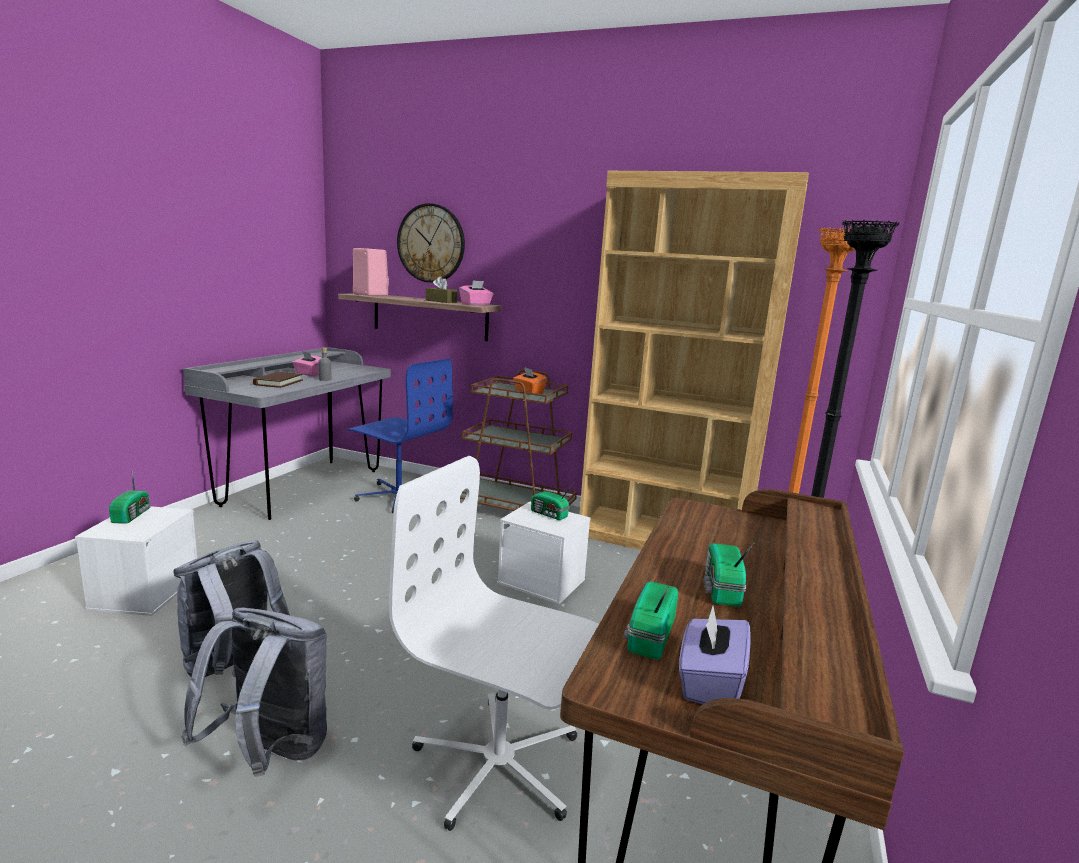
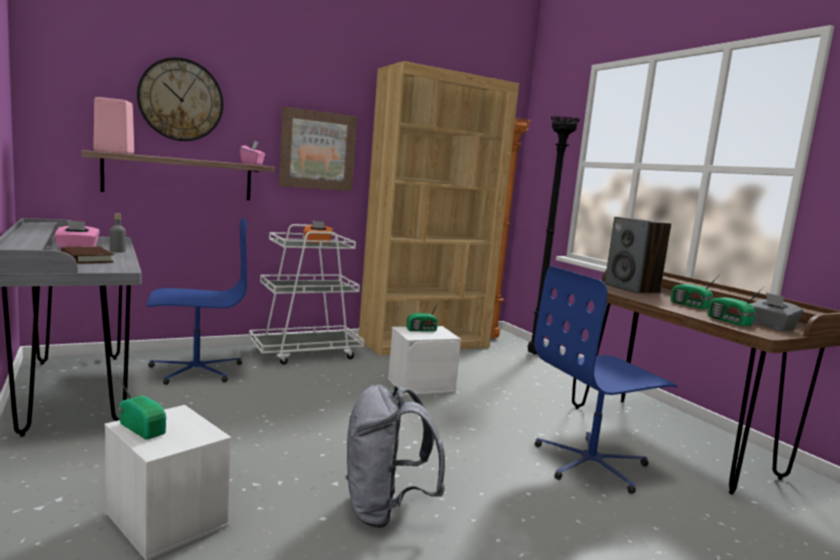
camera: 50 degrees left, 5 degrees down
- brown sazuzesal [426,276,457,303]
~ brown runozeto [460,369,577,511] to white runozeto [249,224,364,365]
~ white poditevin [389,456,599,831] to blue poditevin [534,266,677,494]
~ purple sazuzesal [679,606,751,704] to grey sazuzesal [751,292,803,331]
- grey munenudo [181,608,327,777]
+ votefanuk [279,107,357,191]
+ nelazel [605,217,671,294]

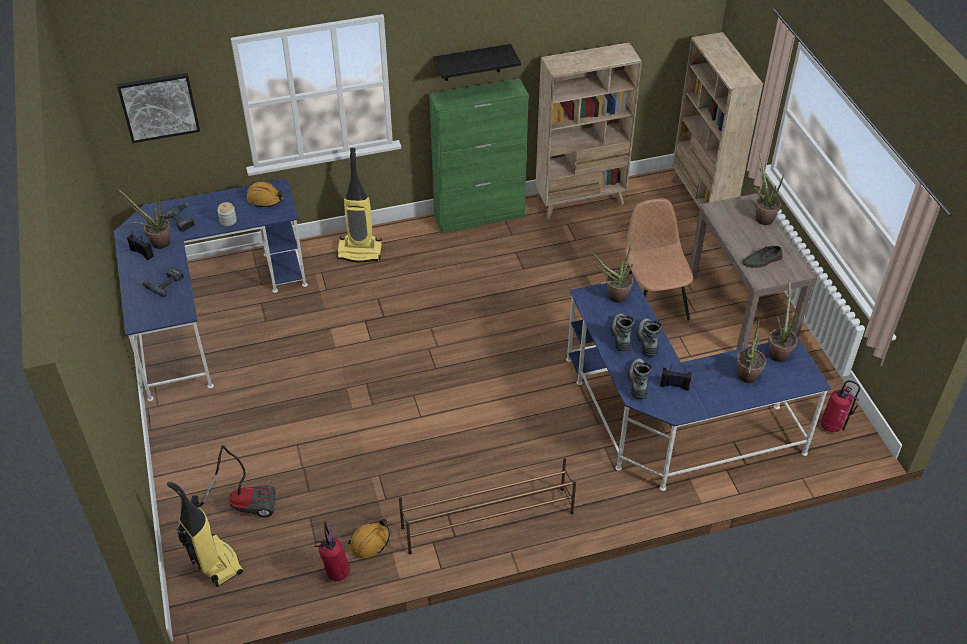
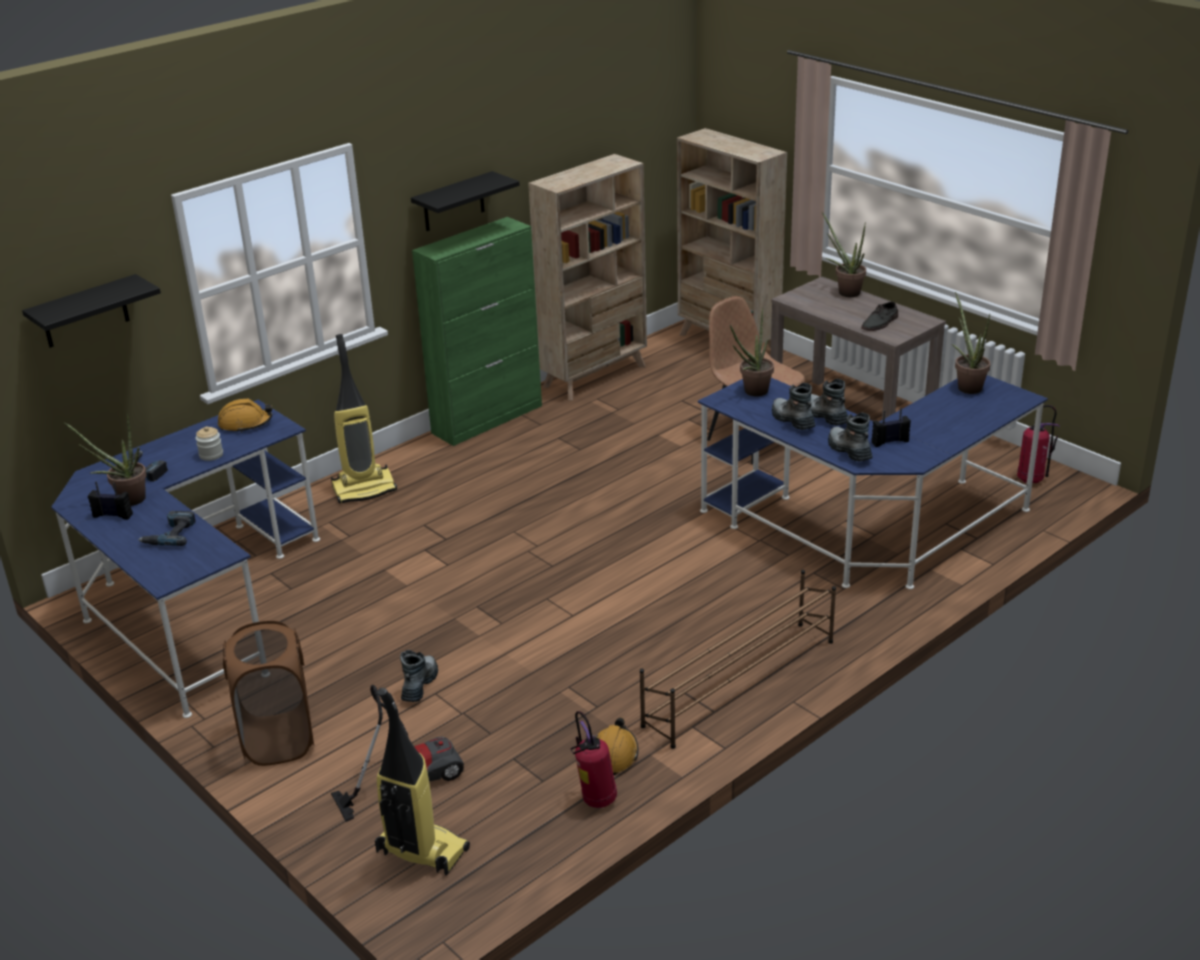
camera: 25 degrees left, 15 degrees down
~ votefanuk [117,73,200,143] to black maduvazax [22,274,161,348]
- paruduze [737,318,766,383]
+ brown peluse [223,621,314,766]
+ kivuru [400,650,438,702]

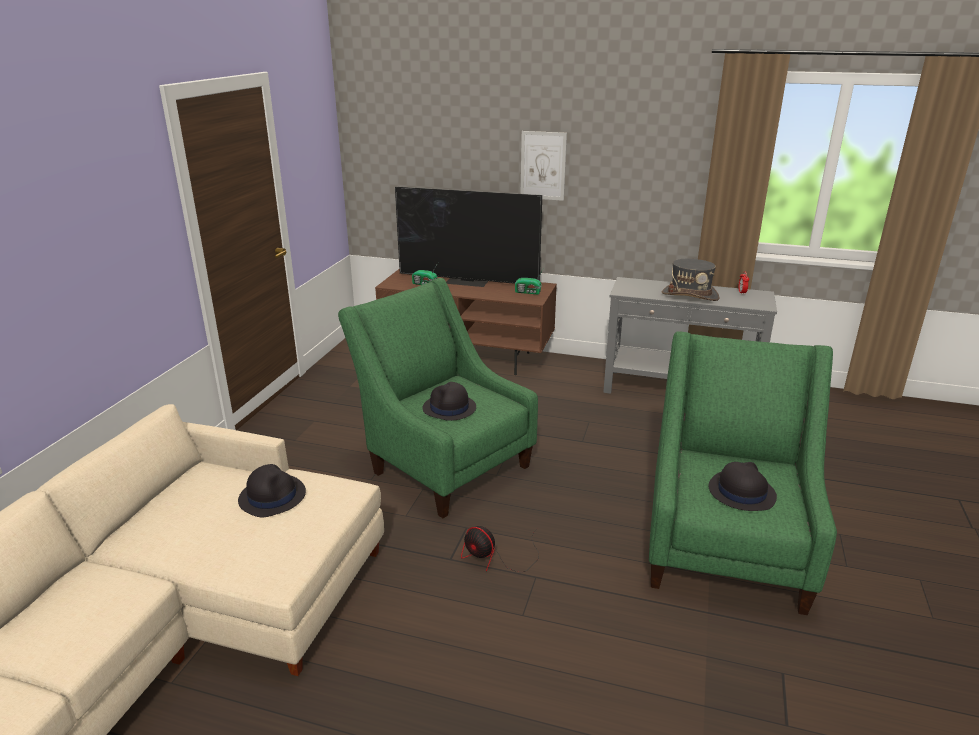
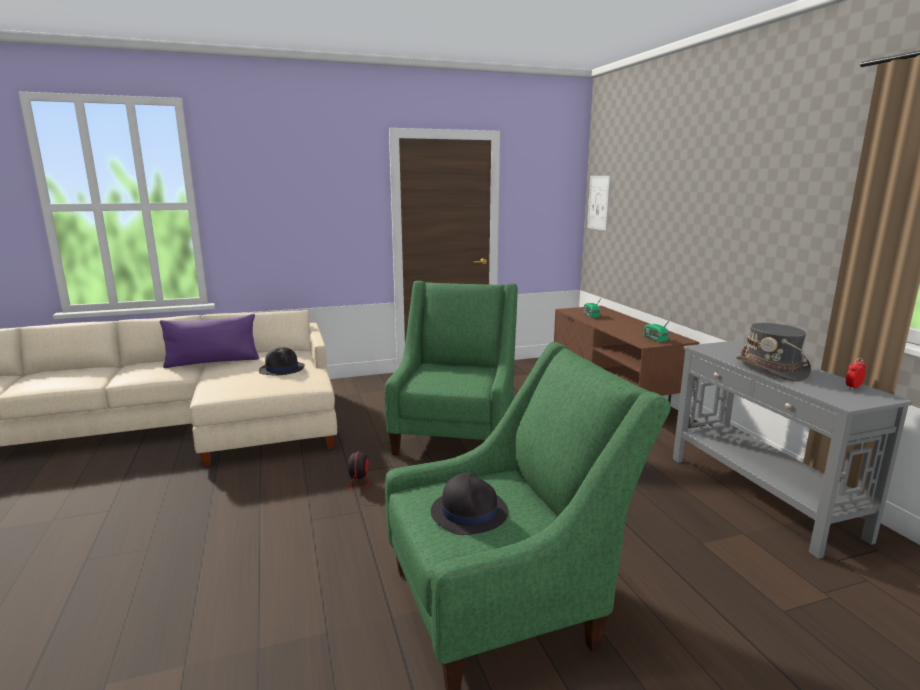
camera: 55 degrees right, 10 degrees down
~ votefanuk [520,131,567,201] to [587,176,611,231]
- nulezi [395,186,542,287]
- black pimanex [423,382,476,421]
+ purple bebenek [160,314,259,368]

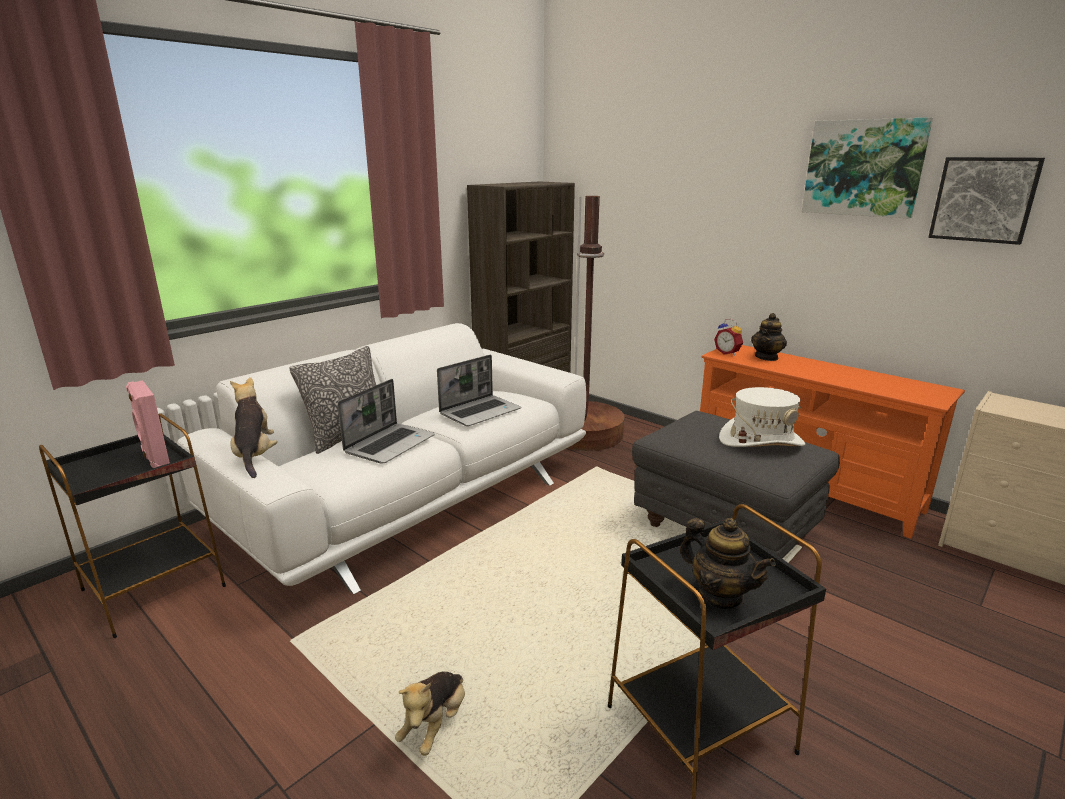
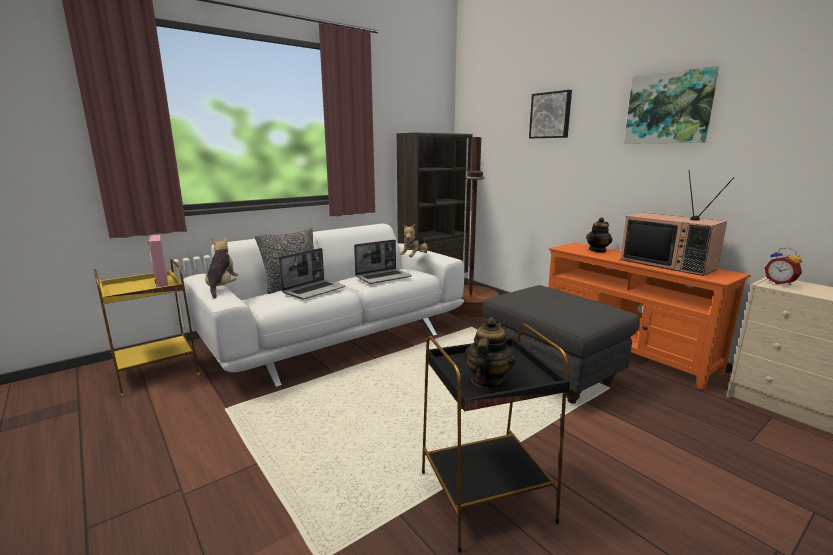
camera: 10 degrees right, 5 degrees down
~ votefanuk [928,157,1045,245] to [529,90,572,138]
~ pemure [714,319,743,356] to [765,248,802,286]
- white pimanex [719,387,805,447]
~ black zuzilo [39,413,226,638] to yellow zuzilo [94,259,199,396]
~ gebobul [680,518,776,609] = [465,317,516,388] 120 degrees counterclockwise
~ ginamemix [395,672,465,755] to [400,224,428,257]
+ nulezi [620,170,734,276]

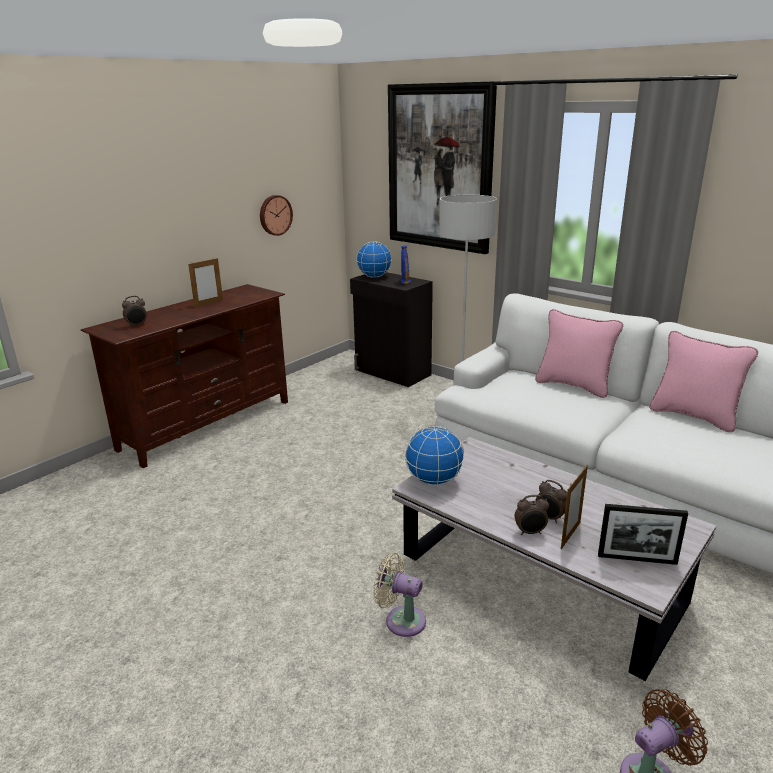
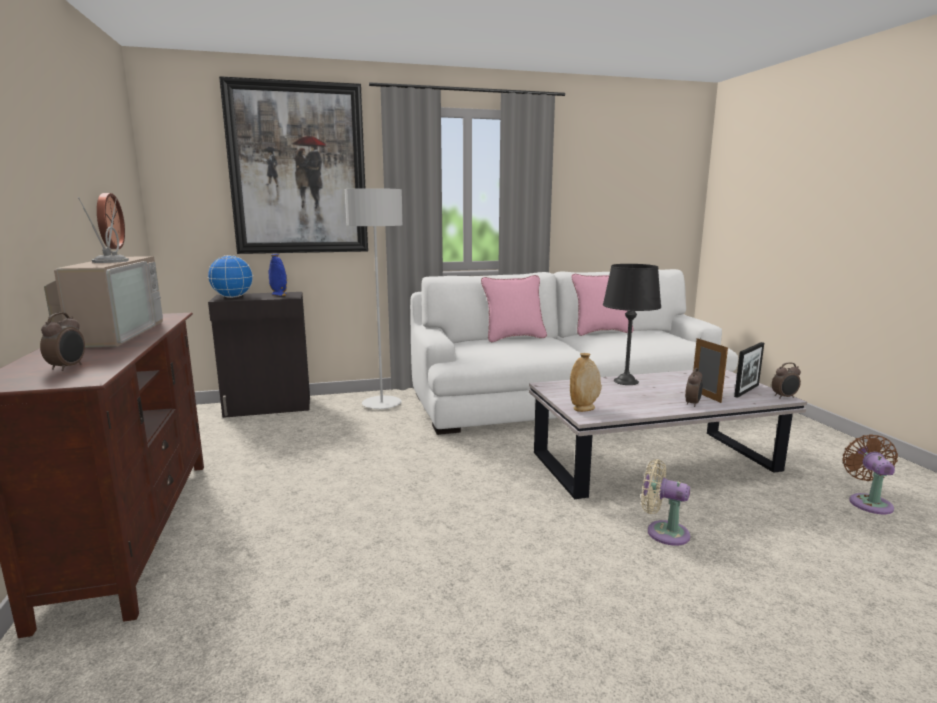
camera: 55 degrees left, 10 degrees down
~ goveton [188,258,223,307] to nulezi [44,197,163,348]
~ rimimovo [405,426,464,486] to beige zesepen [570,353,602,412]
~ pemure [535,480,567,523] to [772,362,801,399]
~ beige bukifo [373,553,426,637] = [641,459,690,546] 60 degrees clockwise
+ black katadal [603,264,661,385]

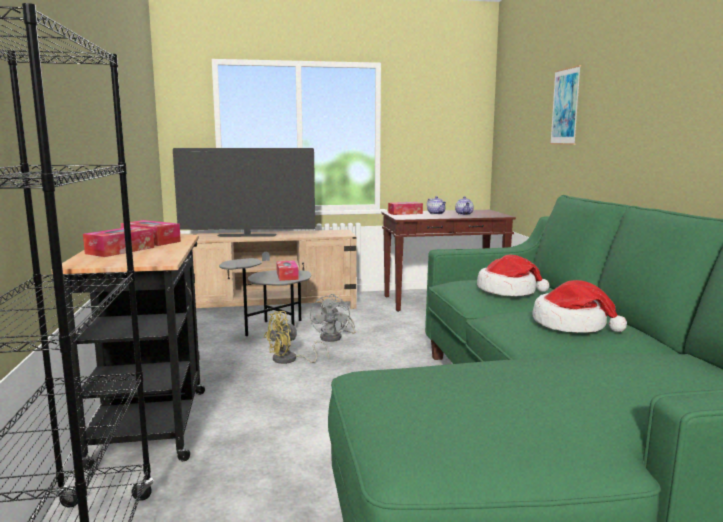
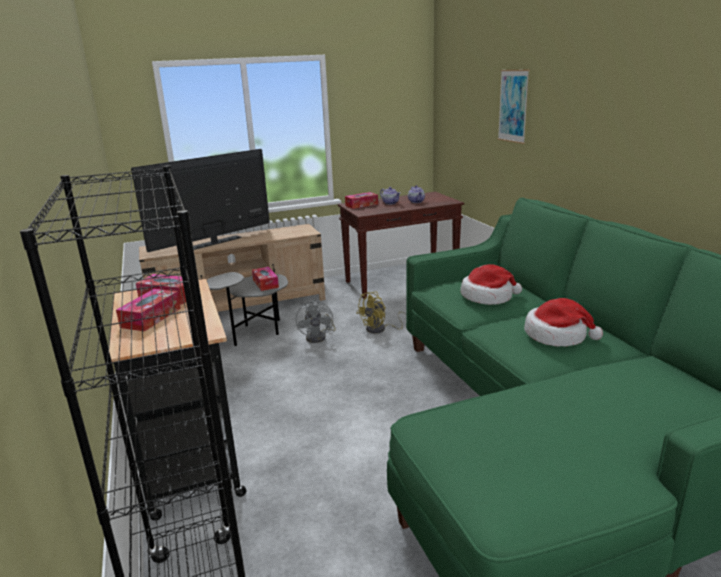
camera: 10 degrees left, 10 degrees up
~ nulezi [173,148,315,237] = [131,149,270,252] 150 degrees clockwise
~ yellow bukifo [264,311,329,364] to [356,291,406,333]

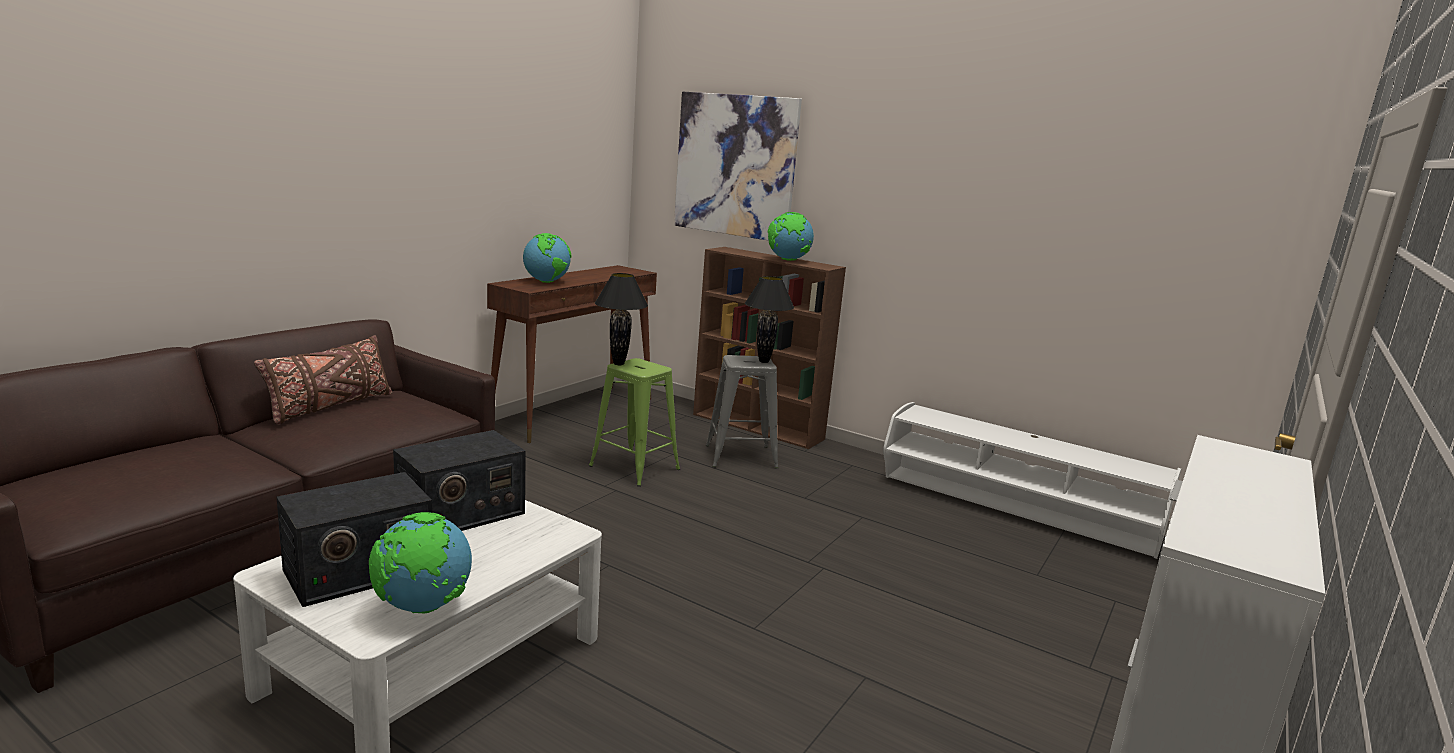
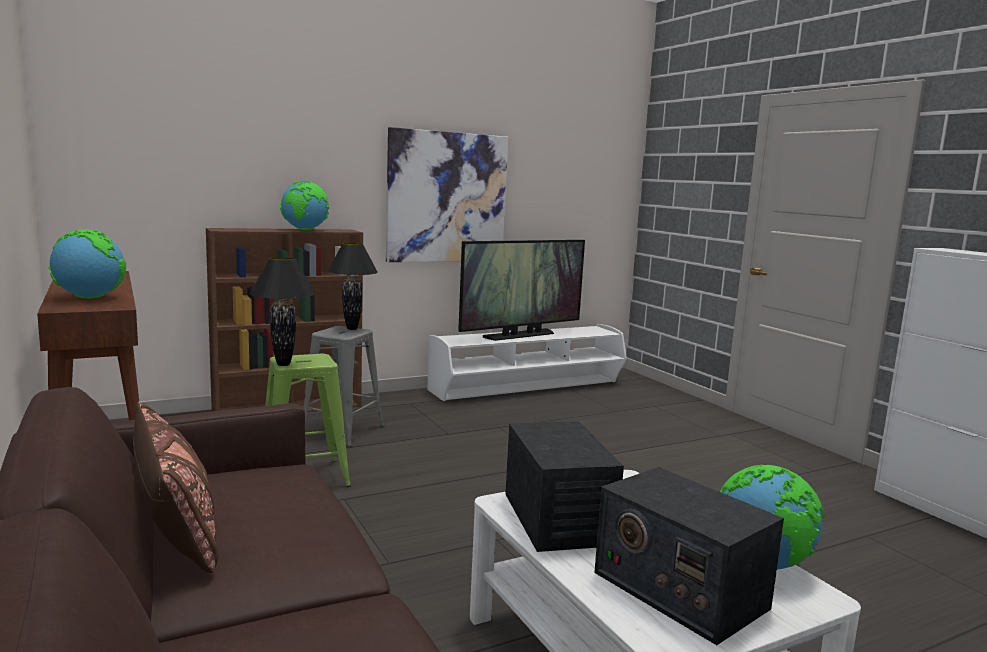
camera: 60 degrees left, 5 degrees down
~ votefanuk [674,92,802,240] to [386,127,508,262]
~ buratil [276,472,432,607] = [594,467,784,645] 150 degrees clockwise
+ nulezi [458,240,585,341]

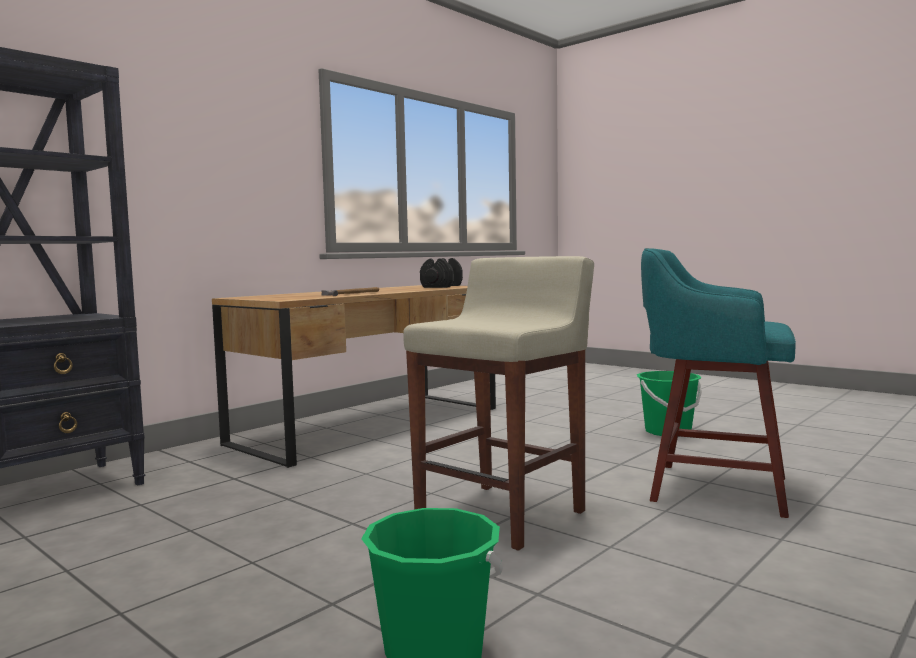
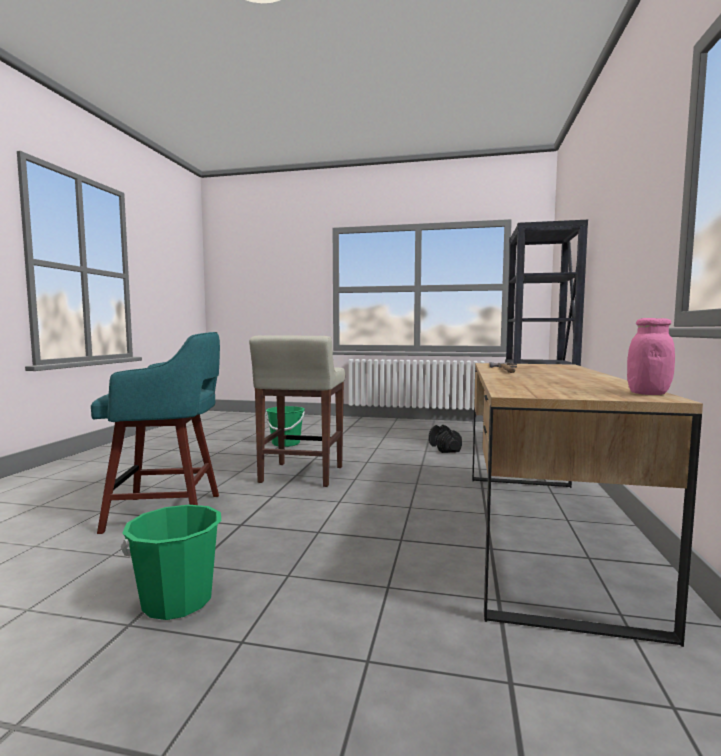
camera: 150 degrees right, 0 degrees up
~ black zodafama [420,258,463,288] to [429,425,462,453]
+ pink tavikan [627,318,675,395]

